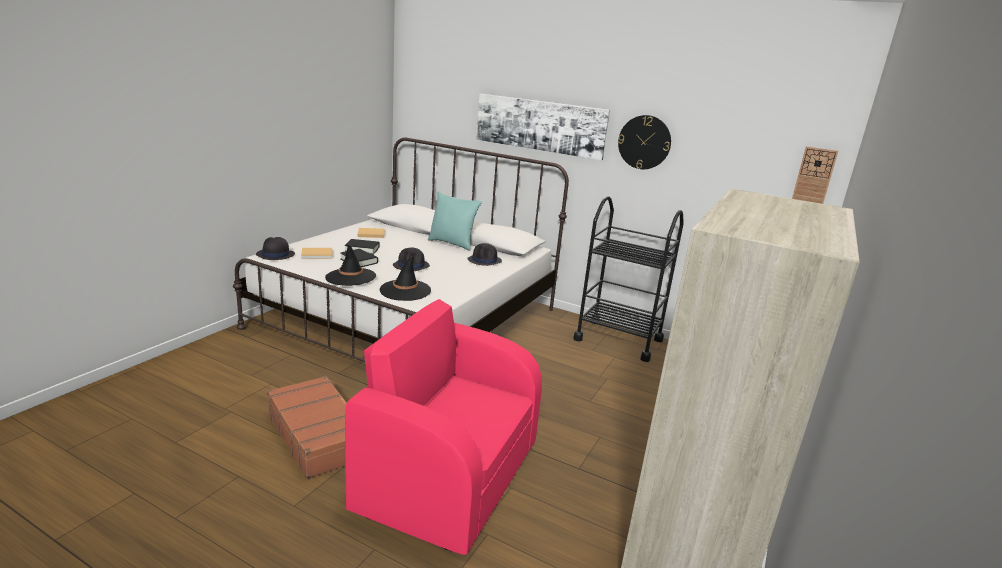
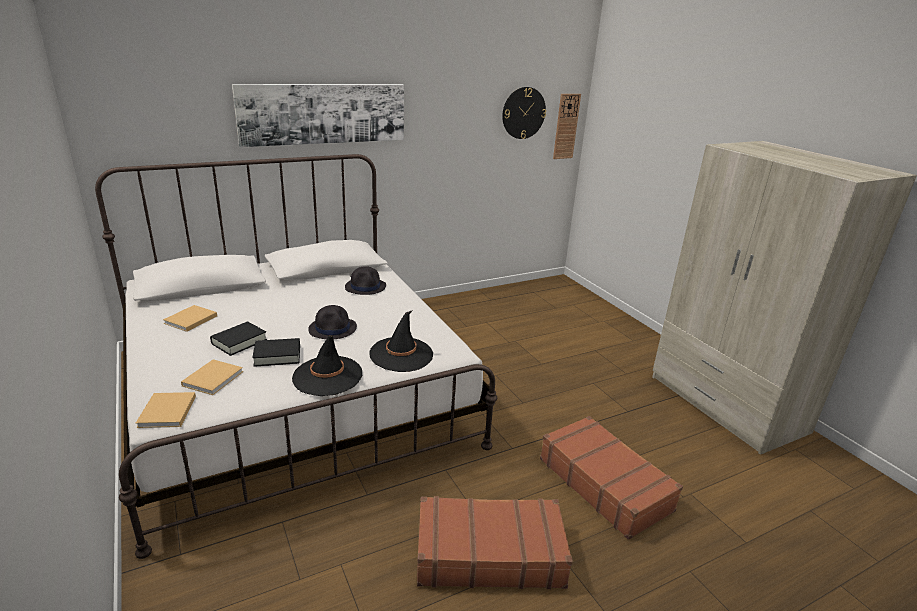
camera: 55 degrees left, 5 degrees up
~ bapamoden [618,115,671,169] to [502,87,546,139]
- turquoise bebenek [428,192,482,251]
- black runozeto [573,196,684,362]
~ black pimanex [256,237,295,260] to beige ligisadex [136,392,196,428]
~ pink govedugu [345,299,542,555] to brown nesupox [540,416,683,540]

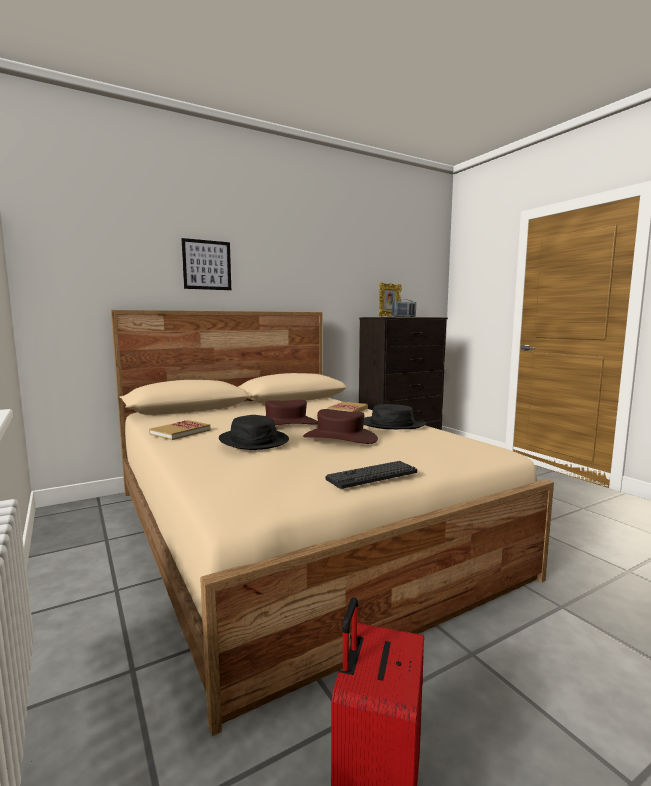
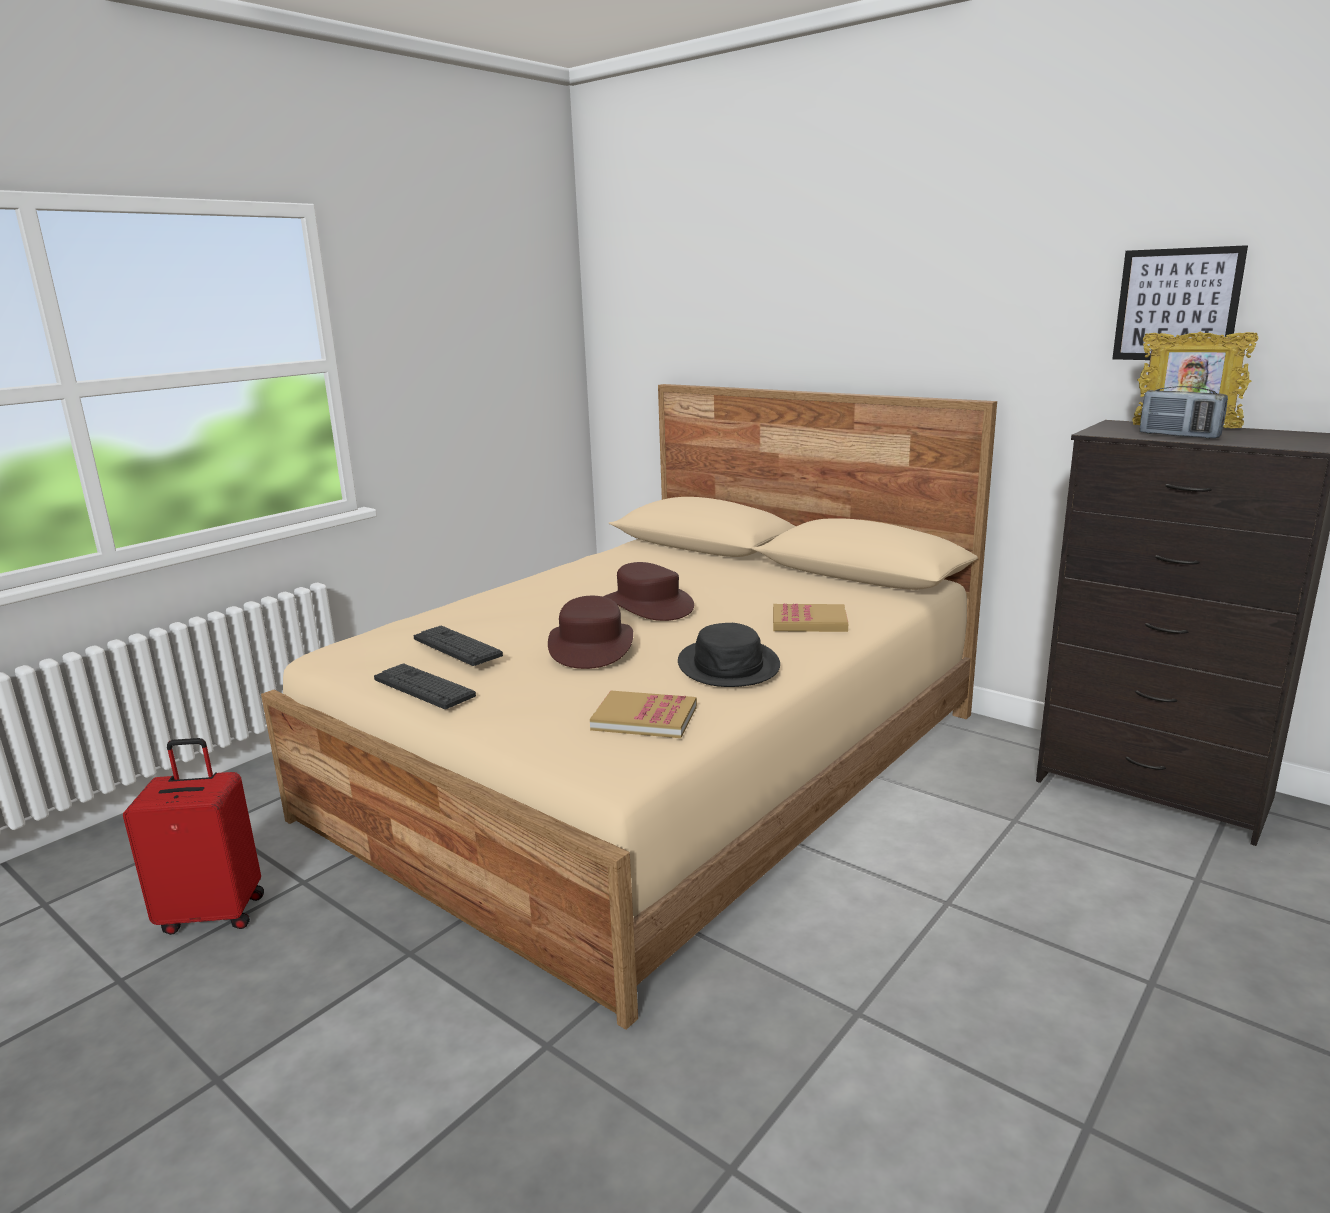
camera: 70 degrees right, 10 degrees up
~ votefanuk [181,238,231,290] to [1112,245,1248,360]
- black pimanex [219,415,289,450]
~ ligisadex [149,420,211,440] to [590,691,697,738]
+ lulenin [413,625,503,666]

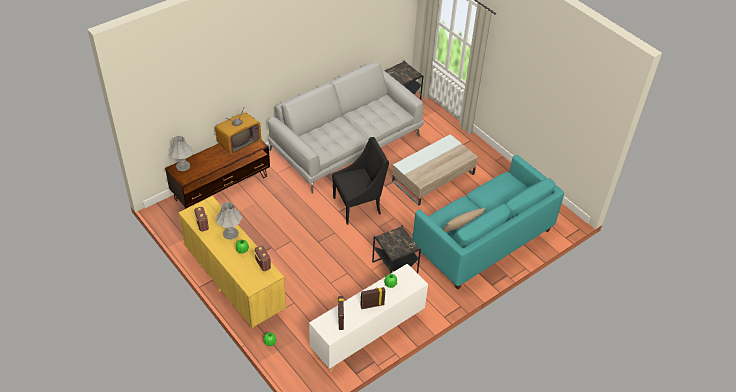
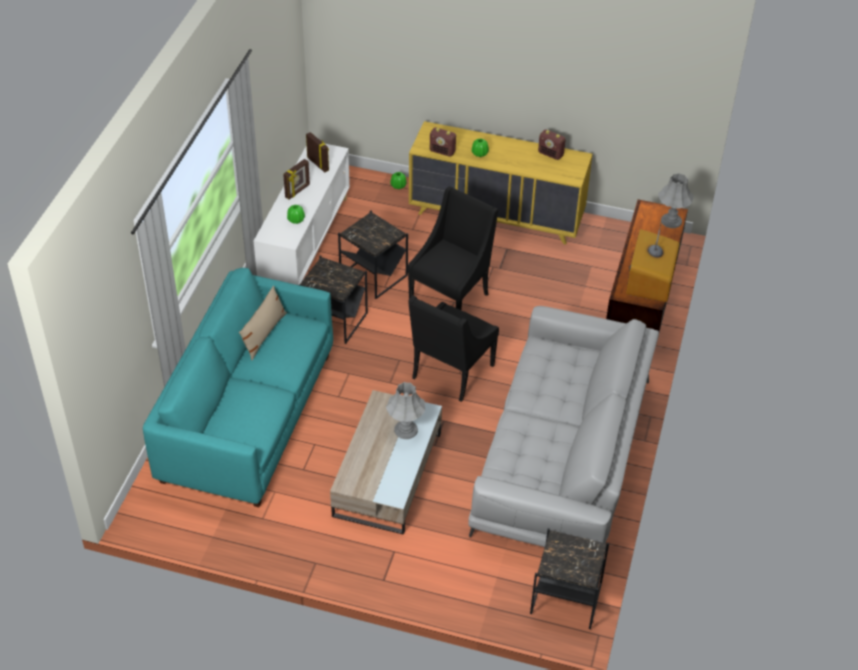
camera: 145 degrees right, 0 degrees up
~ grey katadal [216,202,242,240] to [386,382,425,439]
+ black govedugu [408,186,498,310]
+ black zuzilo [338,210,408,299]

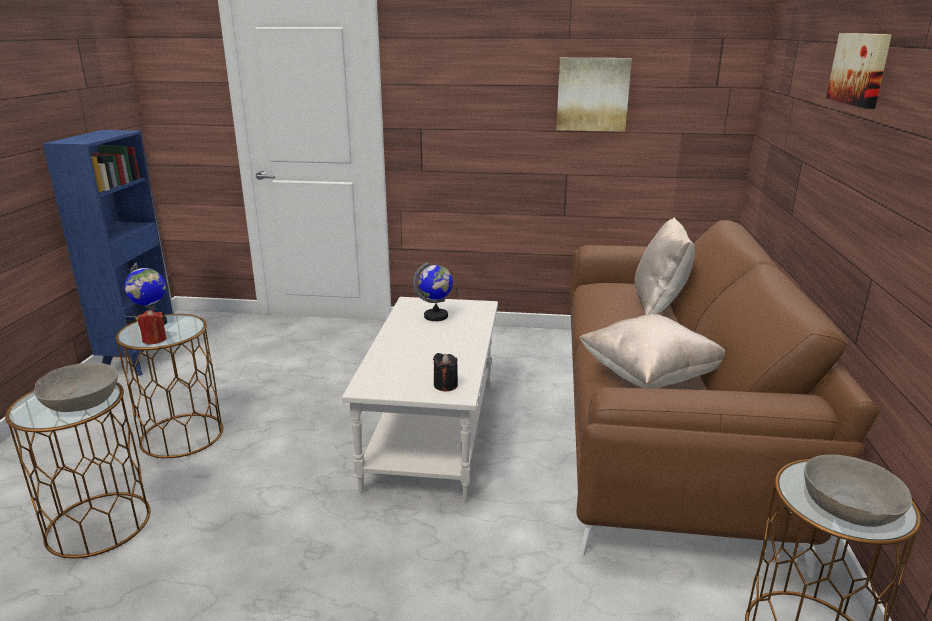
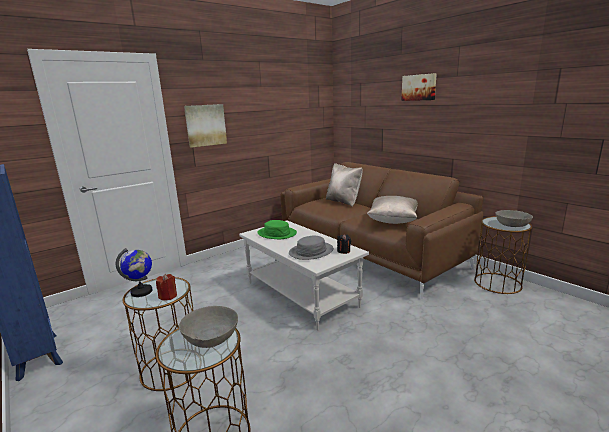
camera: 45 degrees left, 5 degrees down
~ votefanuk [556,58,632,132] to [184,104,227,148]
~ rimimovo [413,262,453,321] to green pimanex [257,220,297,239]
+ grey pimanex [289,235,334,260]

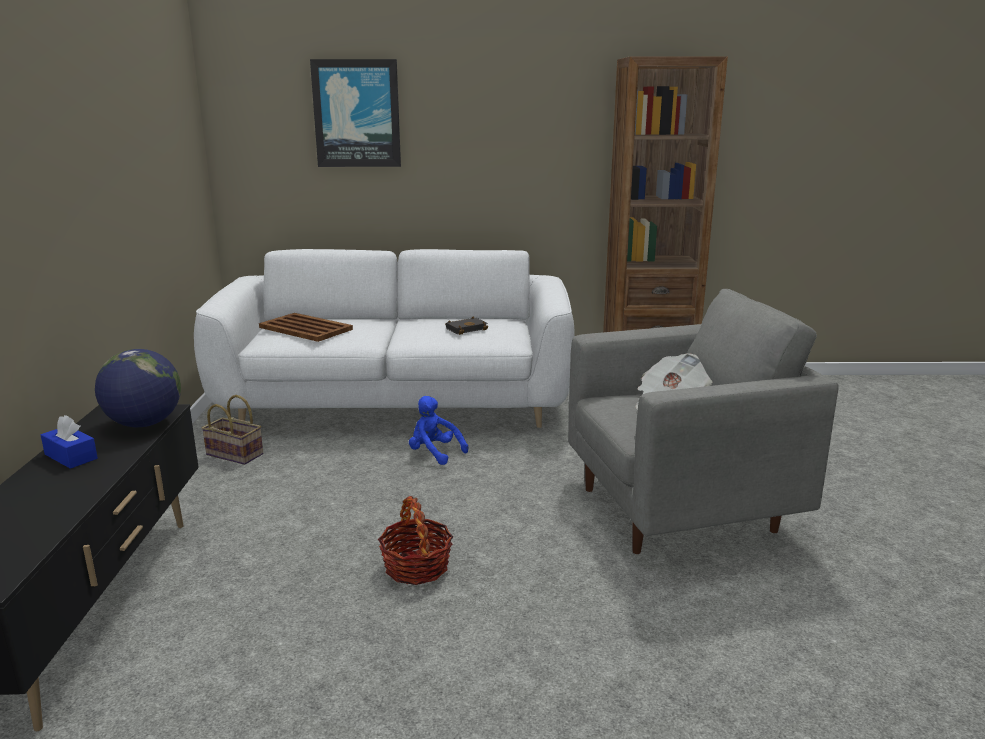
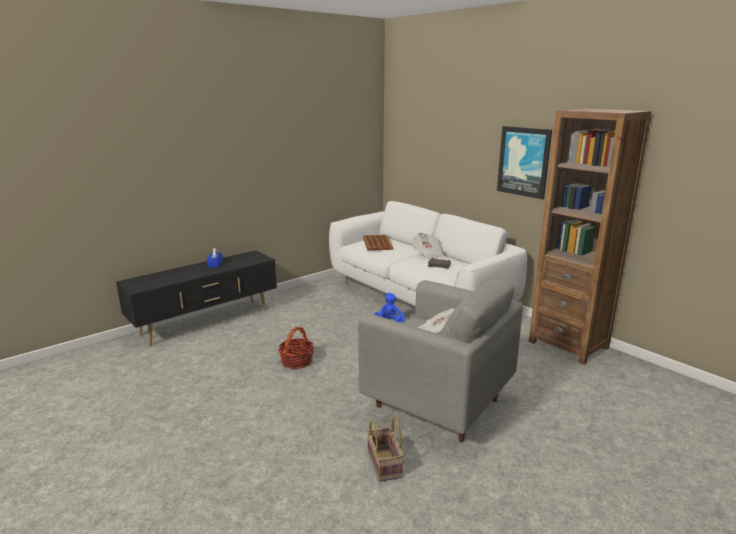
camera: 50 degrees right, 0 degrees up
~ votefanuk [310,59,401,167] to [497,126,552,199]
- rimimovo [95,349,181,427]
~ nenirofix [202,395,263,465] to [367,417,404,482]
+ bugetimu [413,233,444,260]

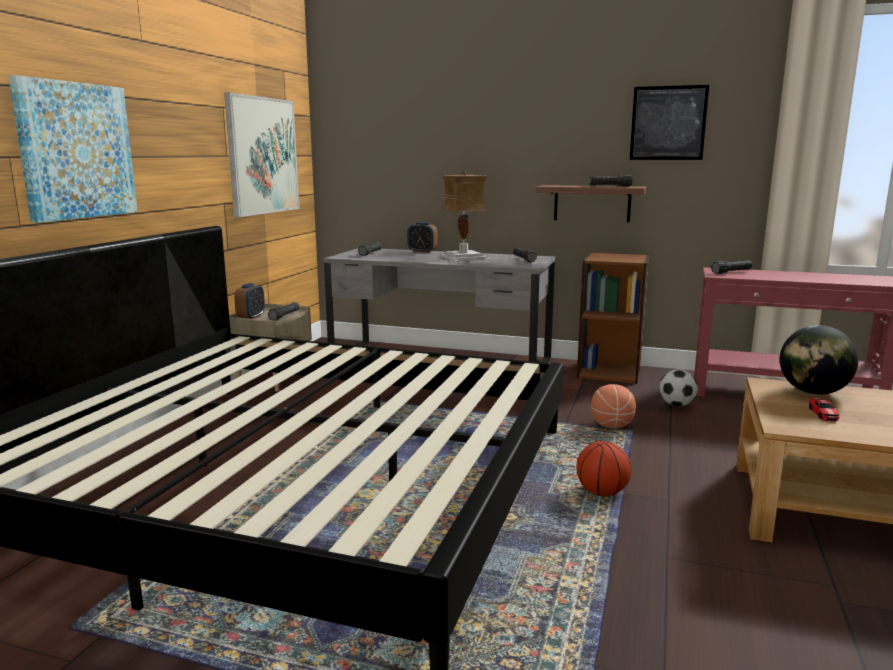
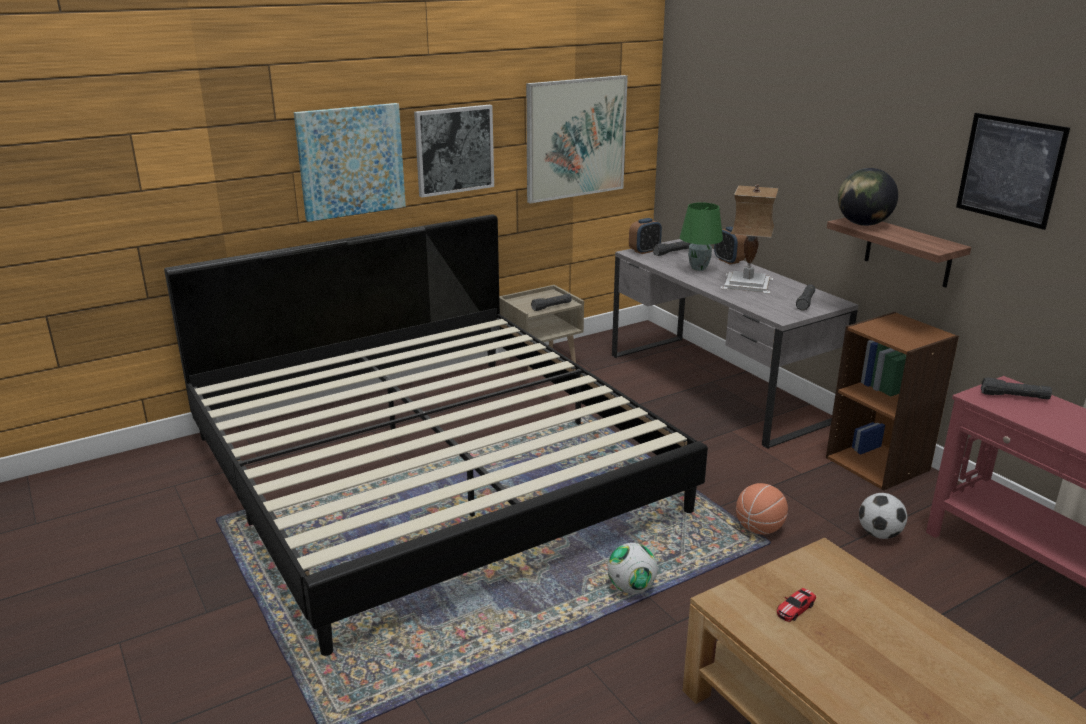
camera: 40 degrees right, 10 degrees up
- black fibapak [589,175,633,186]
~ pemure [234,283,265,319] to [629,218,662,254]
~ rimimovo [780,325,858,395] to [838,168,898,226]
~ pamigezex [576,441,631,496] to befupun [607,543,657,594]
+ votefanuk [414,105,494,197]
+ green katadal [680,202,723,271]

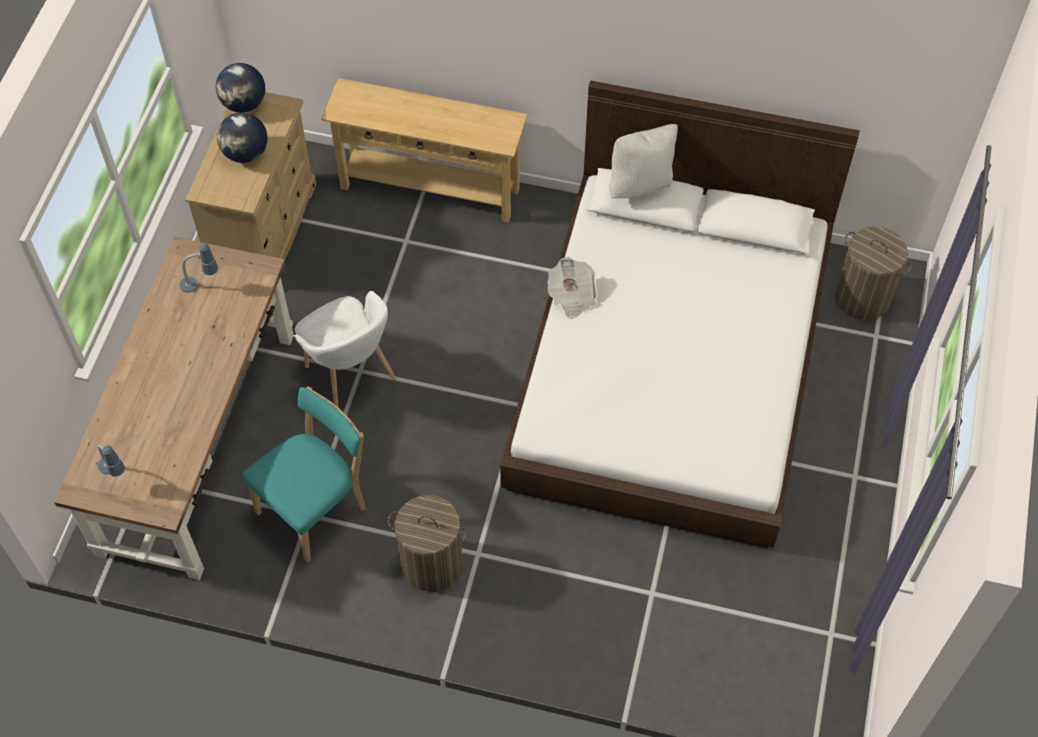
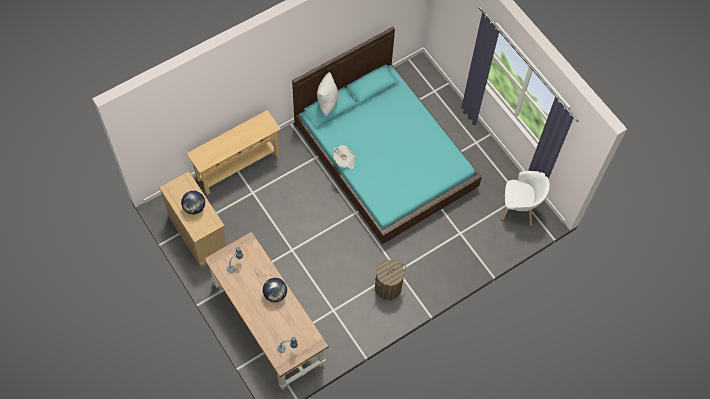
camera: 50 degrees left, 5 degrees up
~ rimimovo [216,63,265,112] to [263,278,287,302]
~ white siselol [500,81,860,548] to turquoise siselol [292,27,482,244]
- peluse [835,226,912,320]
~ white govedugu [294,291,396,408] to [502,171,550,226]
- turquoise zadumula [242,386,366,562]

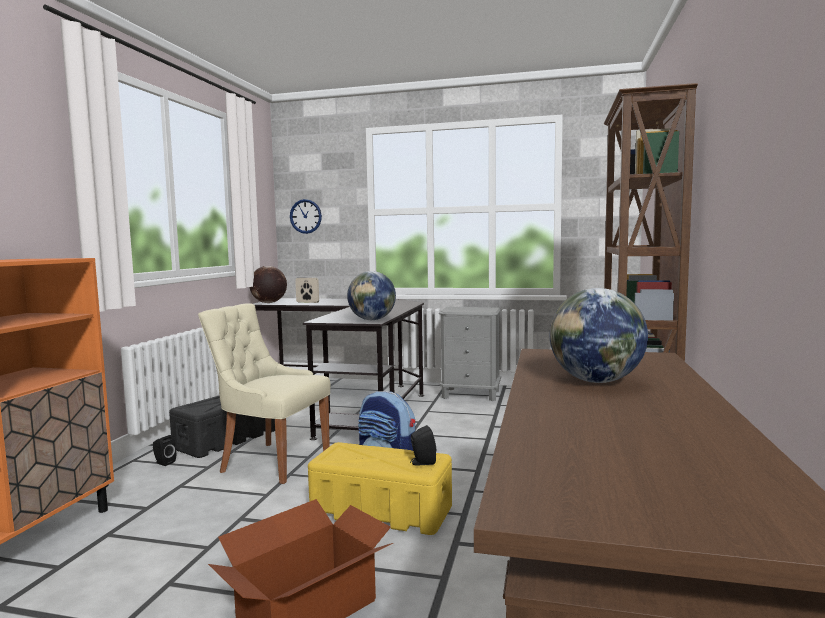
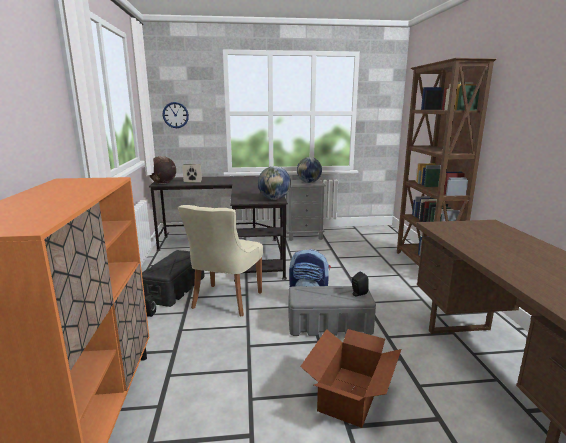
camera: 20 degrees left, 10 degrees up
~ rimimovo [550,288,648,383] to [297,157,322,183]
~ beige zadumula [198,303,331,484] = [178,205,263,317] 75 degrees counterclockwise
~ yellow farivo [308,442,452,535] to grey farivo [288,286,376,336]

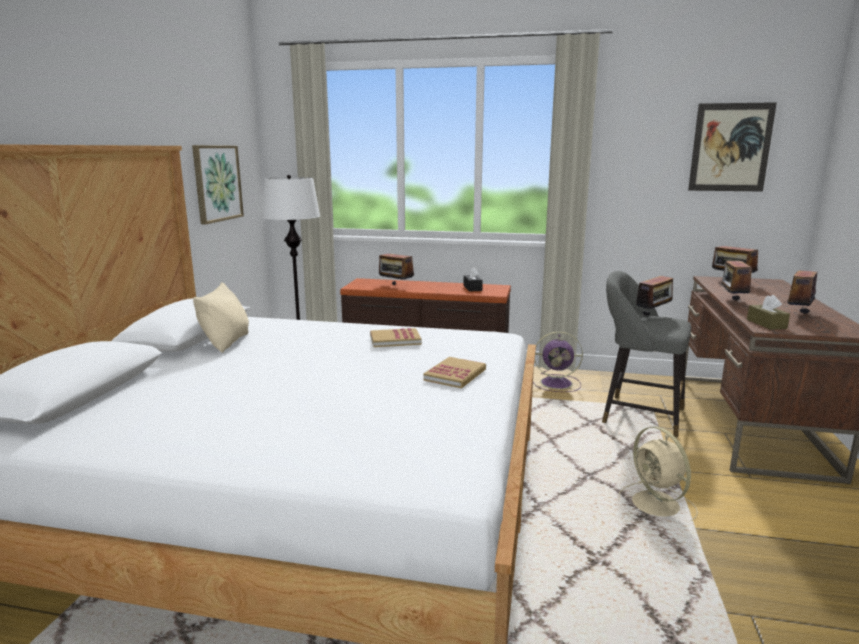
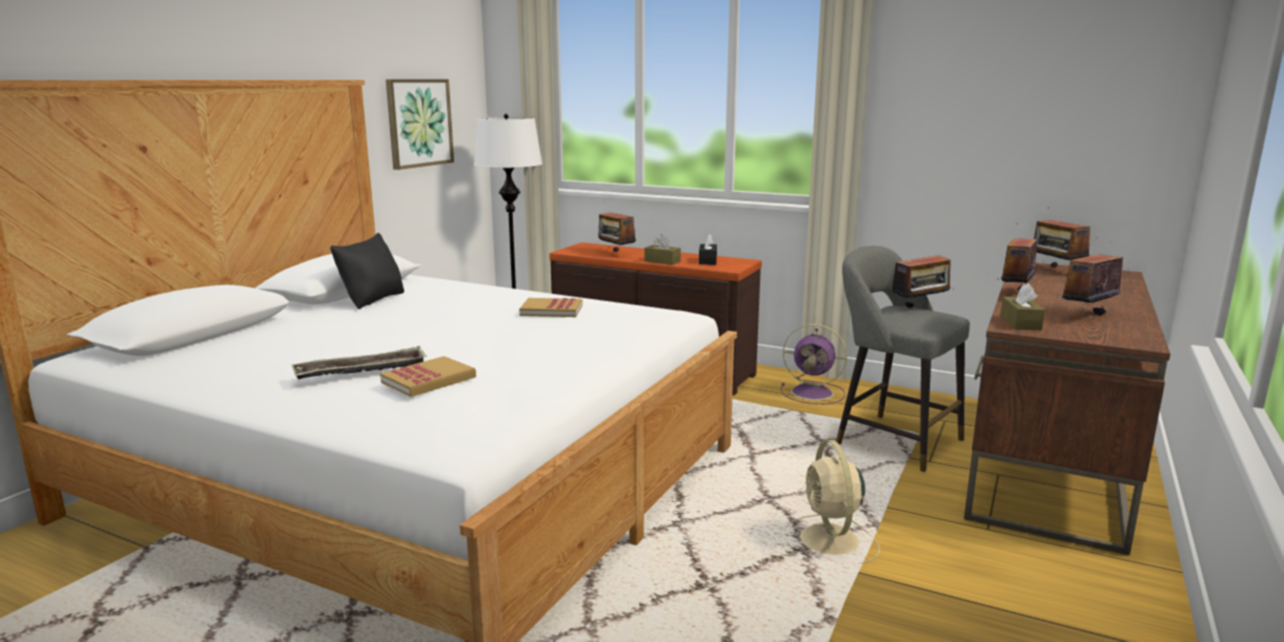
camera: 15 degrees right, 0 degrees up
- votefanuk [688,102,777,192]
~ beige bebenek [193,282,249,353] to black bebenek [331,233,404,309]
~ ligisadex [423,357,486,388] to [380,356,476,397]
+ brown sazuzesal [644,234,681,265]
+ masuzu [291,346,427,379]

